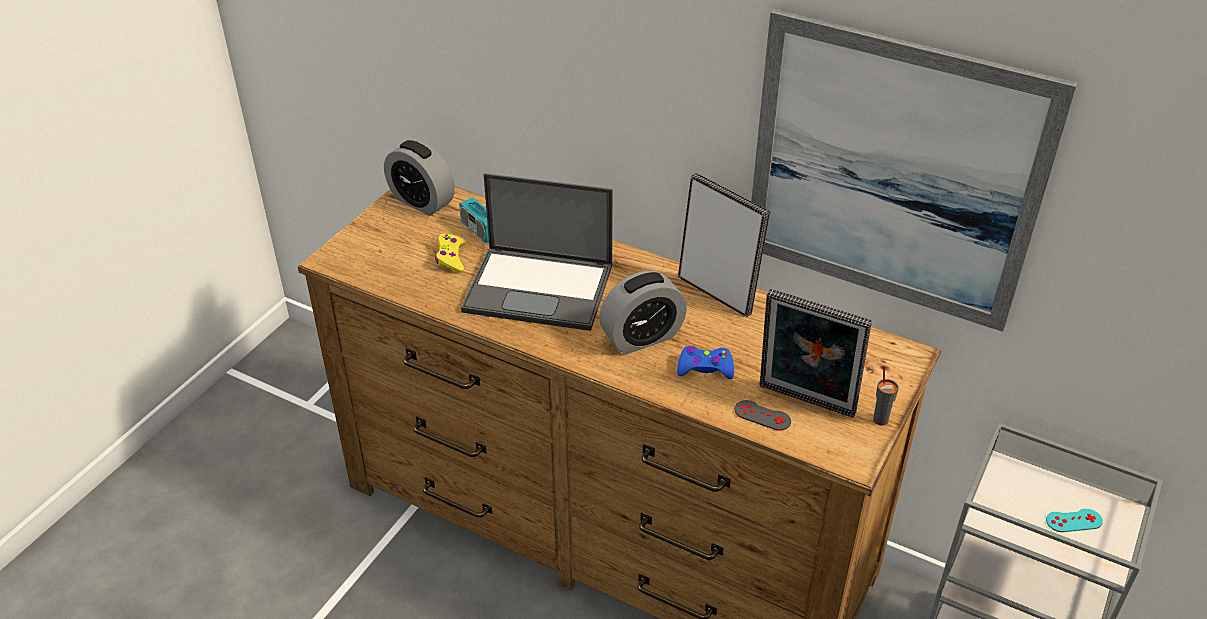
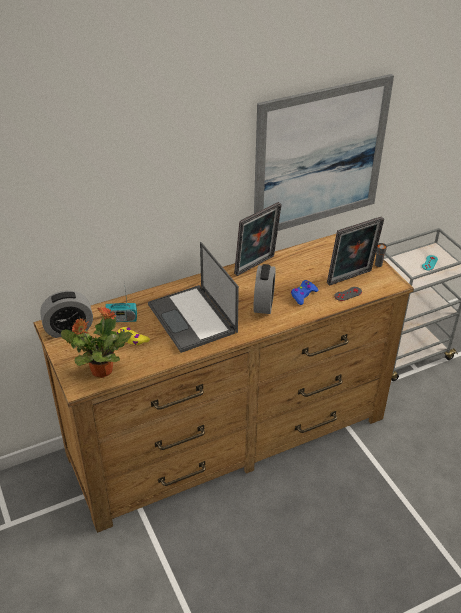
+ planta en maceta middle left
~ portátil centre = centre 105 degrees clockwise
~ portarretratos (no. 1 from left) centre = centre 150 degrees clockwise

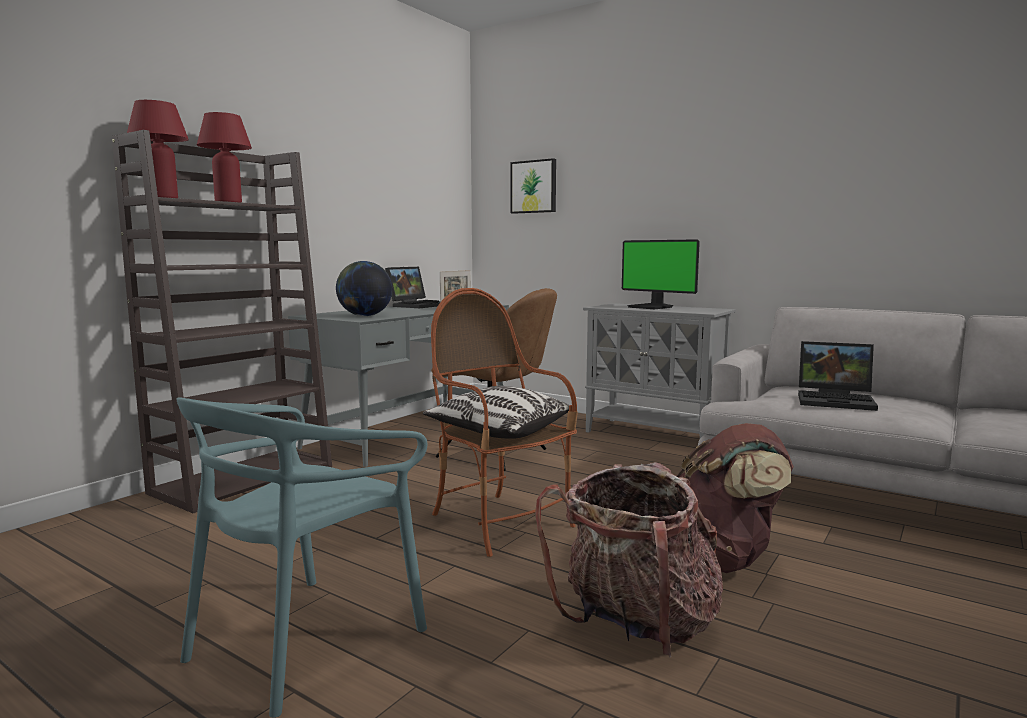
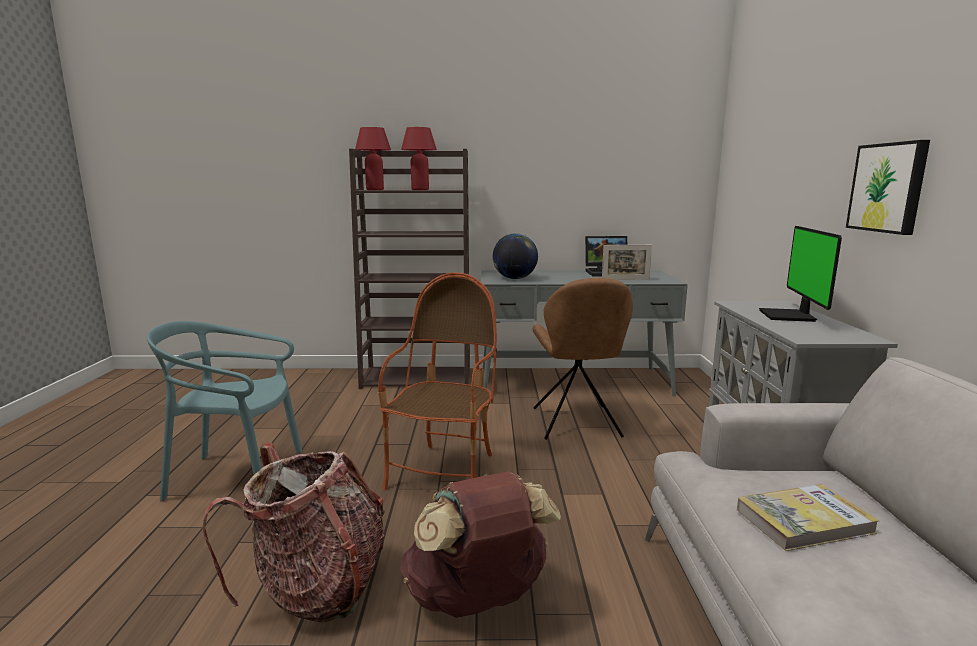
~ portátil (no. 2 from left) middle right to libro bottom right
~ cuadro top centre to top right
- cojín centre

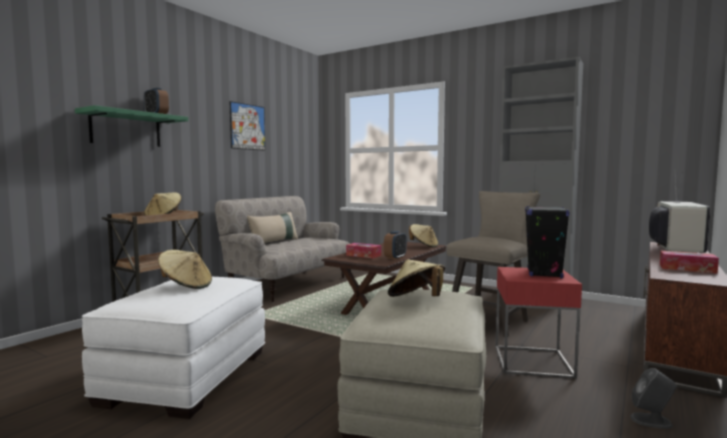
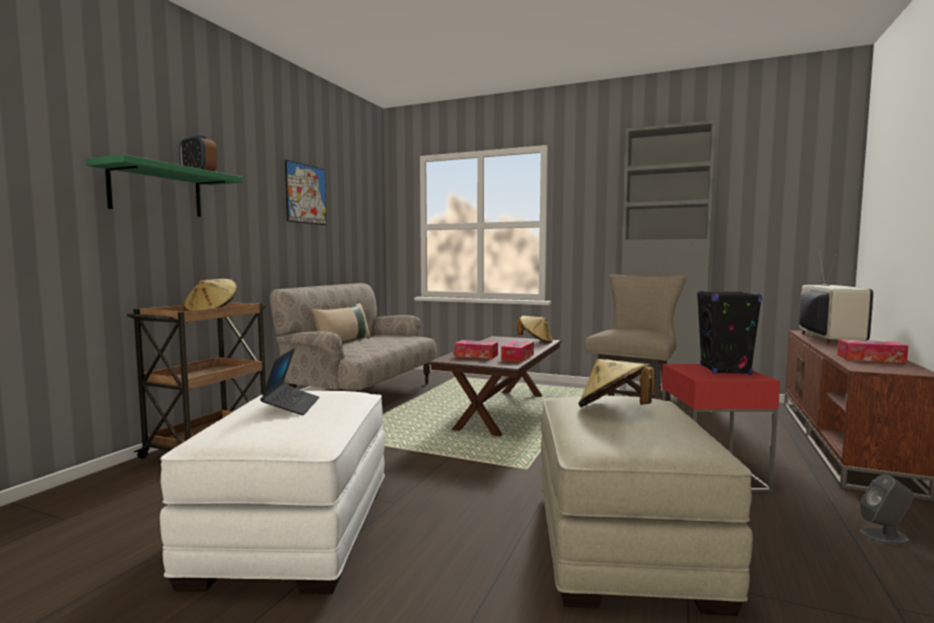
~ sombrero [beis] (no. 2 from left) middle left to portátil middle left
~ despertador (no. 2 from left) centre to caja de pañuelos (no. 2 from left) centre

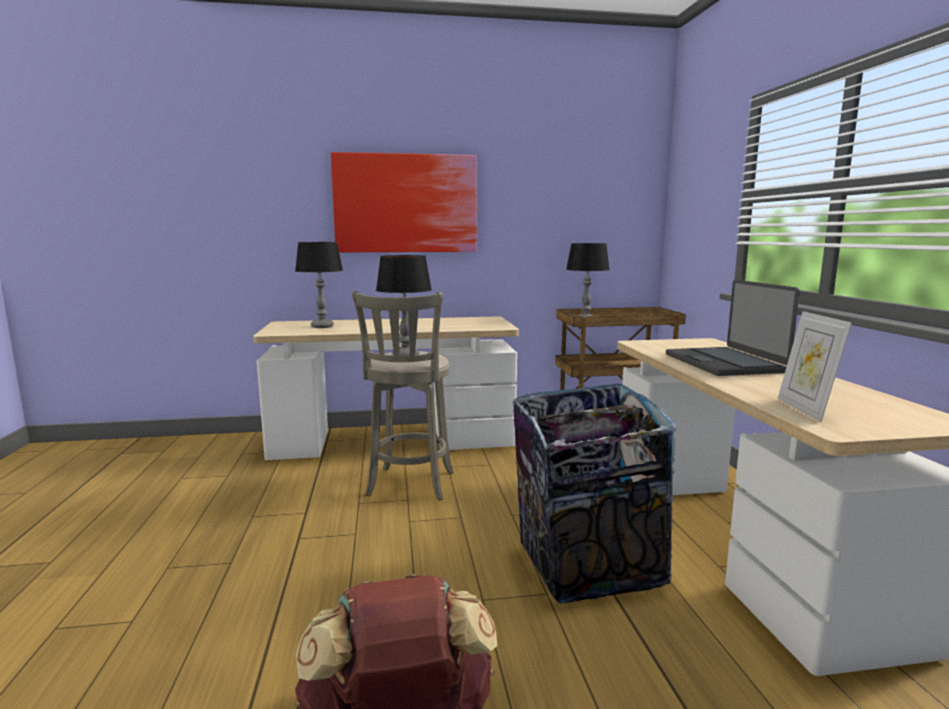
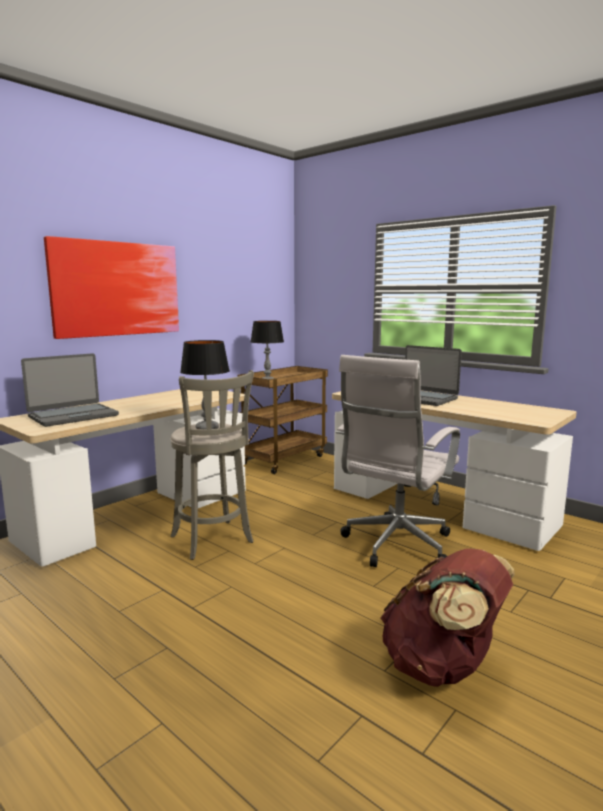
~ lámpara de mesa (no. 1 from left) centre to portátil (no. 1 from left) middle left
~ papelera bottom centre to silla de oficina [blanco] centre
- portarretratos middle right

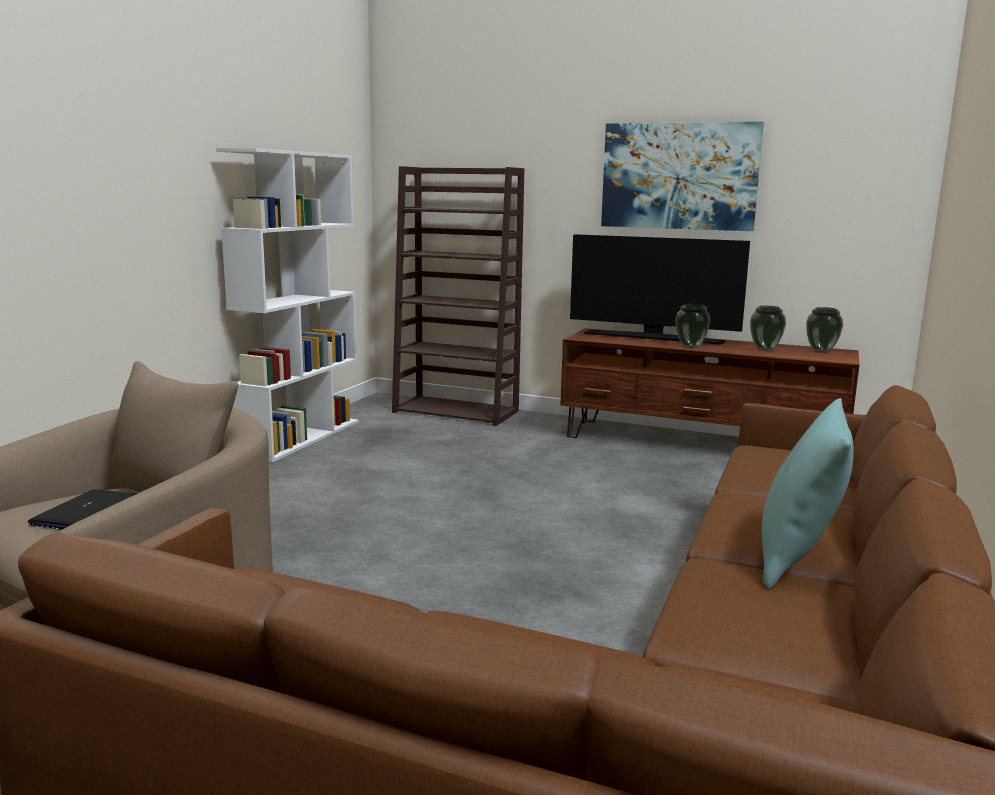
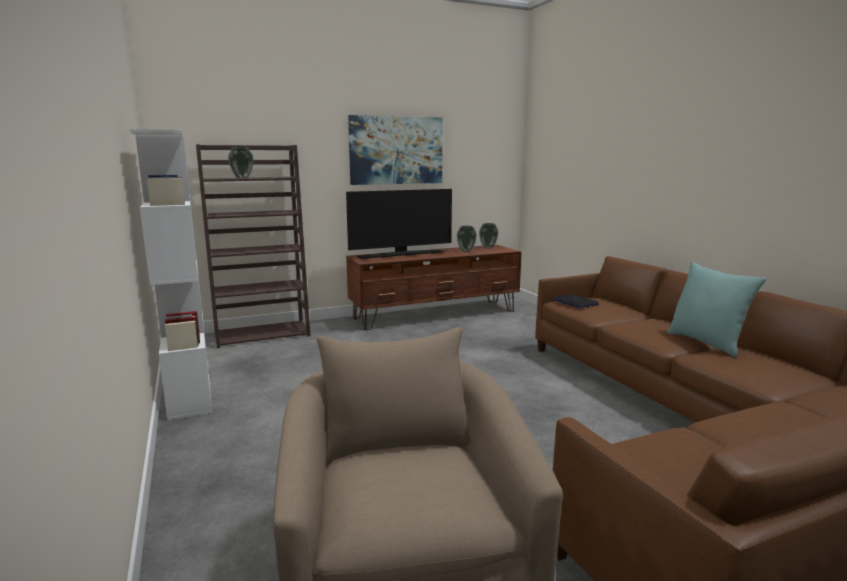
~ florero (no. 1 from left) middle right to top left
~ portátil middle left to middle right

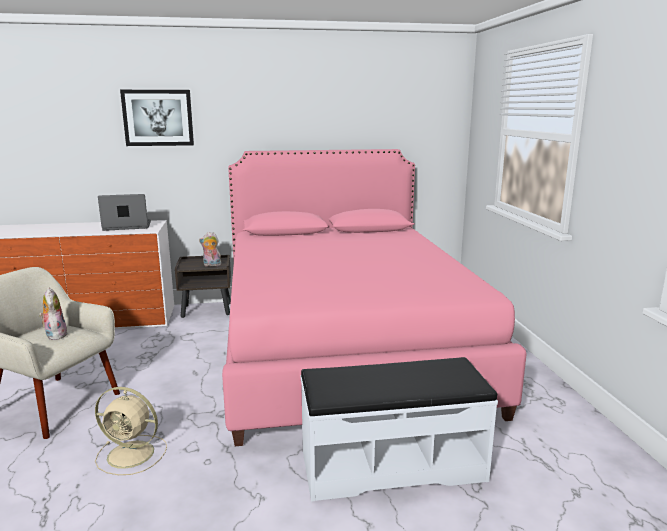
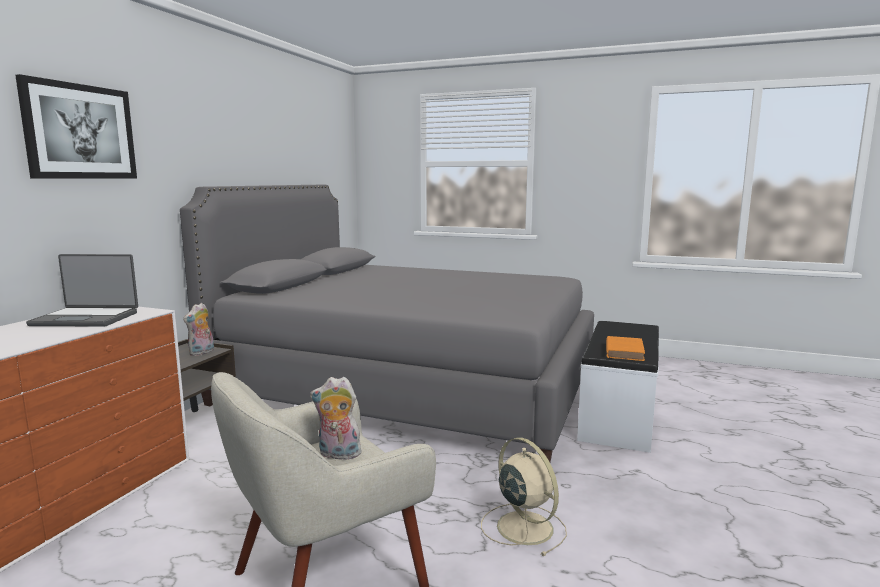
~ portátil middle left = middle left 105 degrees counterclockwise
~ cama [rosa] centre to cama [gris] centre
~ ventilador [beis] bottom left = bottom centre 75 degrees counterclockwise
+ libro [naranja] middle right

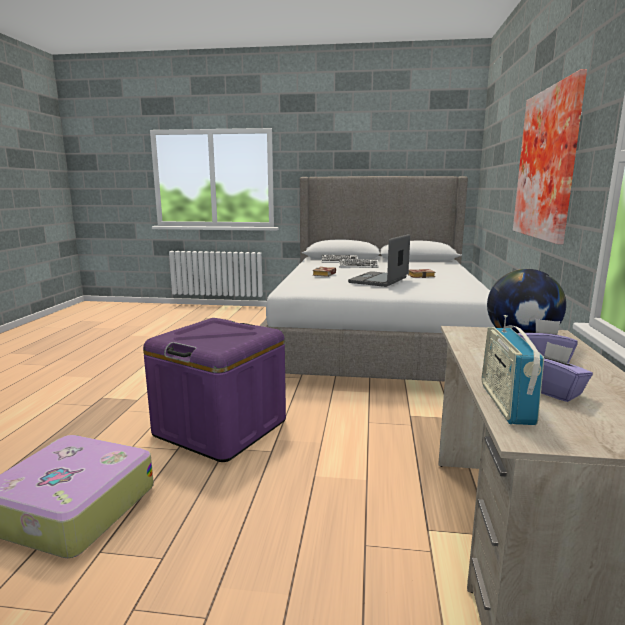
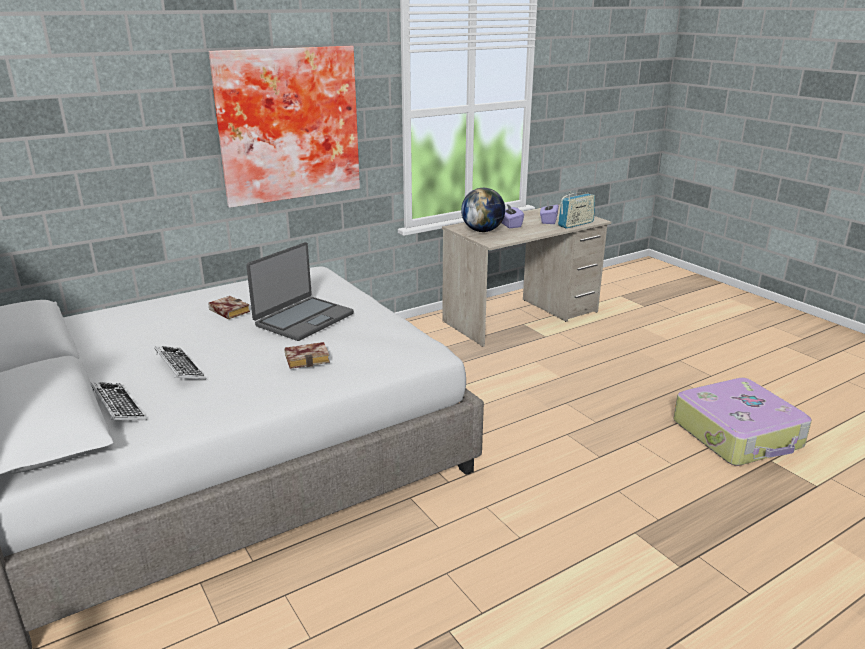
~ portátil centre = centre 45 degrees counterclockwise
- caja de almacenaje [morado] centre

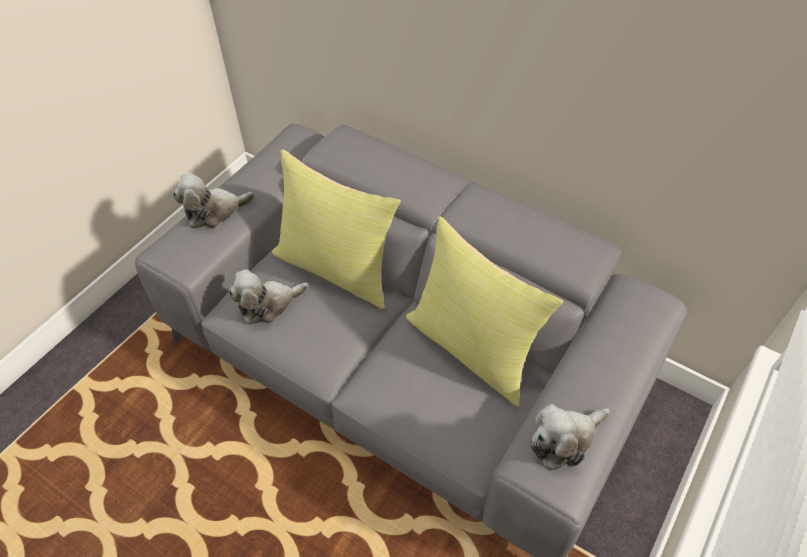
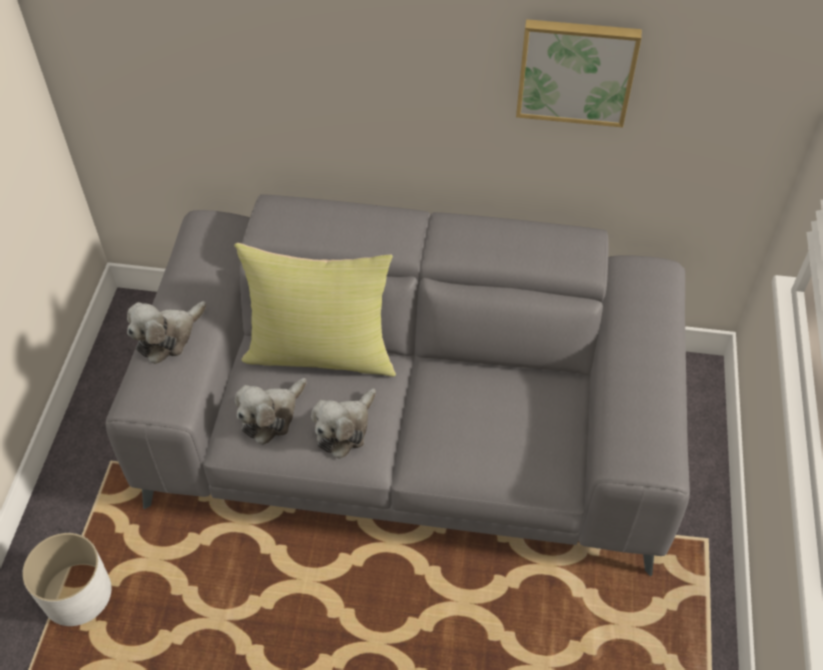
+ maceta [blanco] bottom left
~ peluche (no. 3 from left) bottom right to centre
+ cuadro top right
- cojín [amarillo] (no. 2 from left) centre

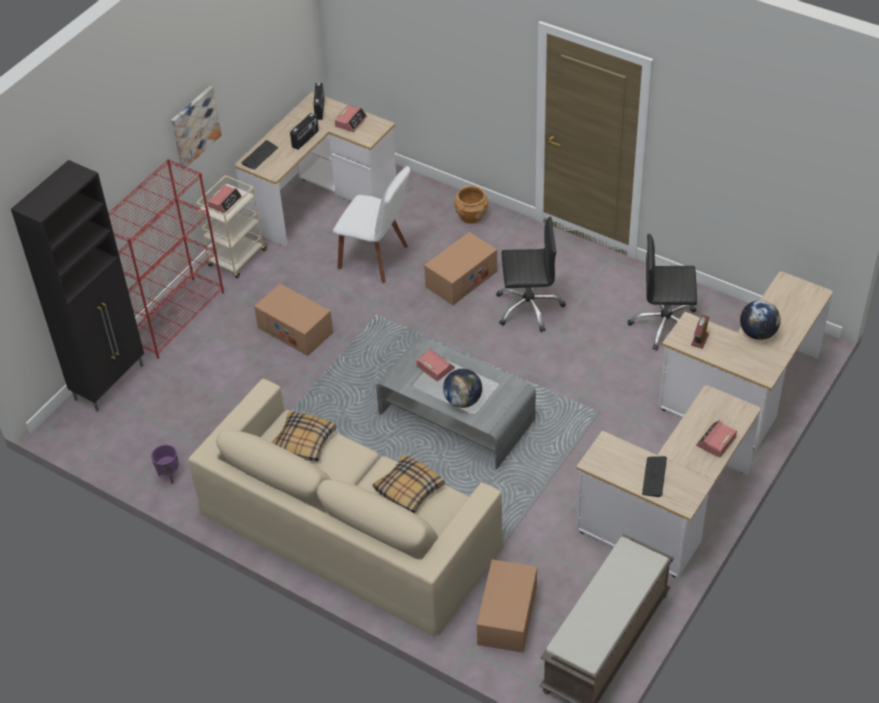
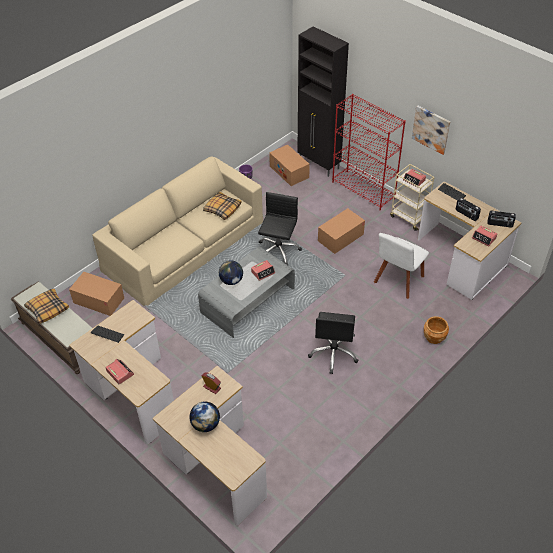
~ cojín (no. 2 from left in the first image) bottom centre to cojín (no. 1 from left) middle left
~ silla de oficina [negro] (no. 2 from left in the first image) middle right to silla de oficina [negro] (no. 1 from left) centre
~ caja de cartón (no. 2 from left) centre to top centre

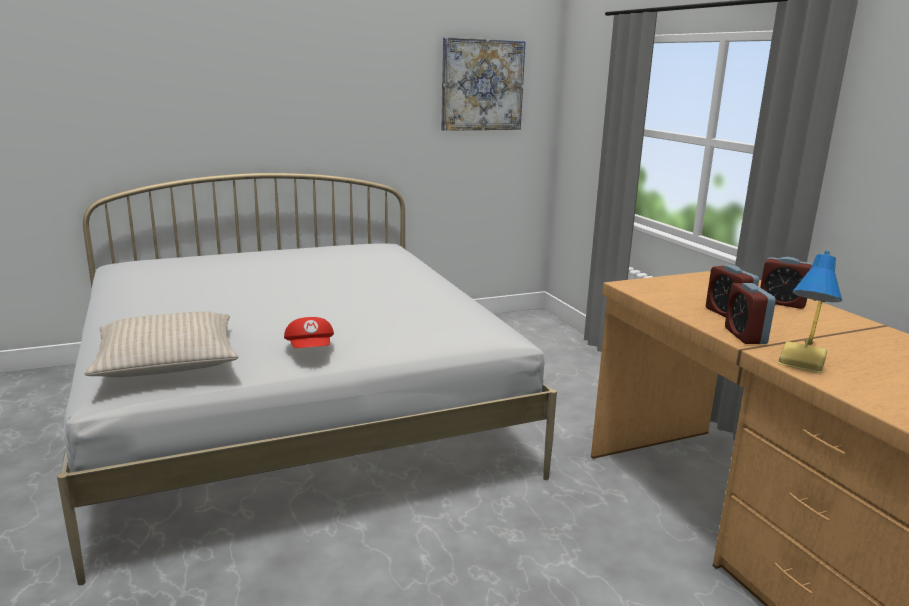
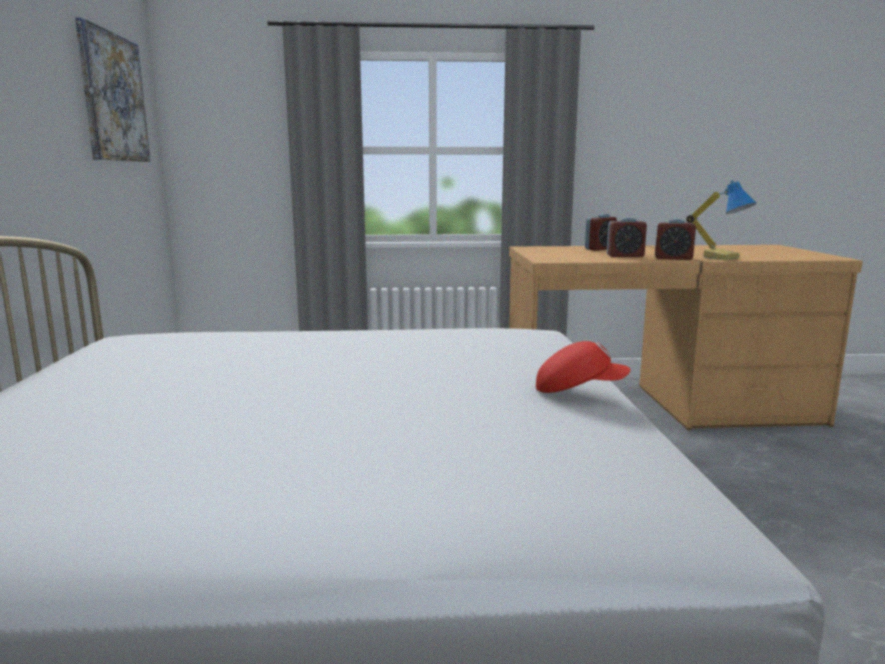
- cojín [beis] middle left

